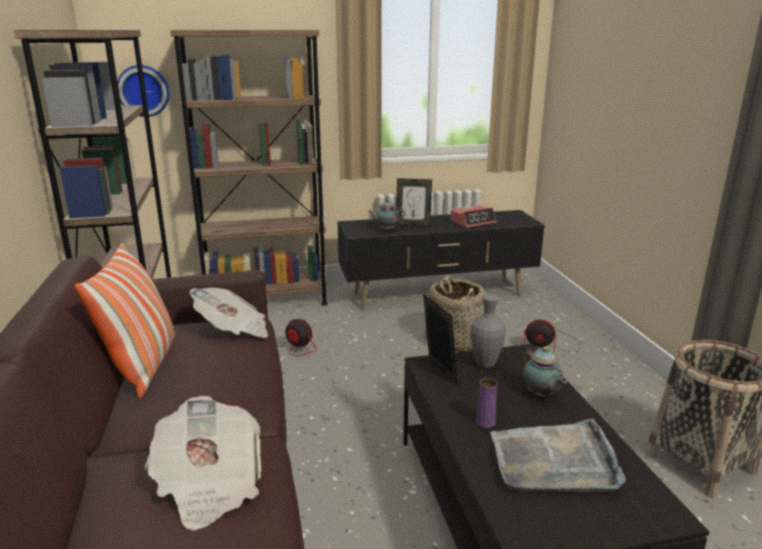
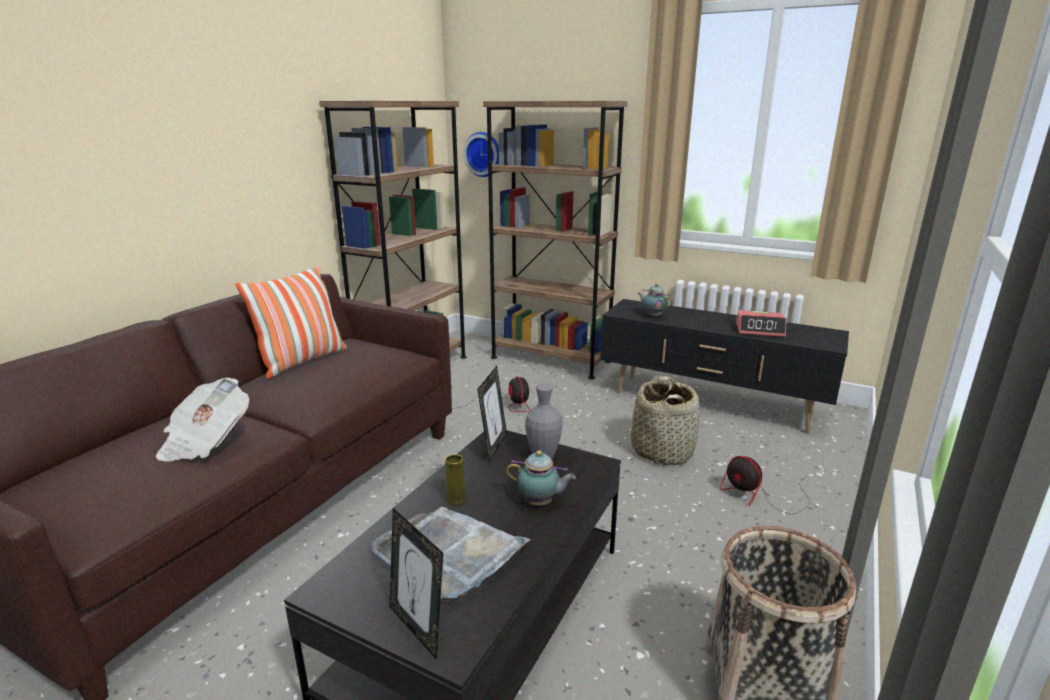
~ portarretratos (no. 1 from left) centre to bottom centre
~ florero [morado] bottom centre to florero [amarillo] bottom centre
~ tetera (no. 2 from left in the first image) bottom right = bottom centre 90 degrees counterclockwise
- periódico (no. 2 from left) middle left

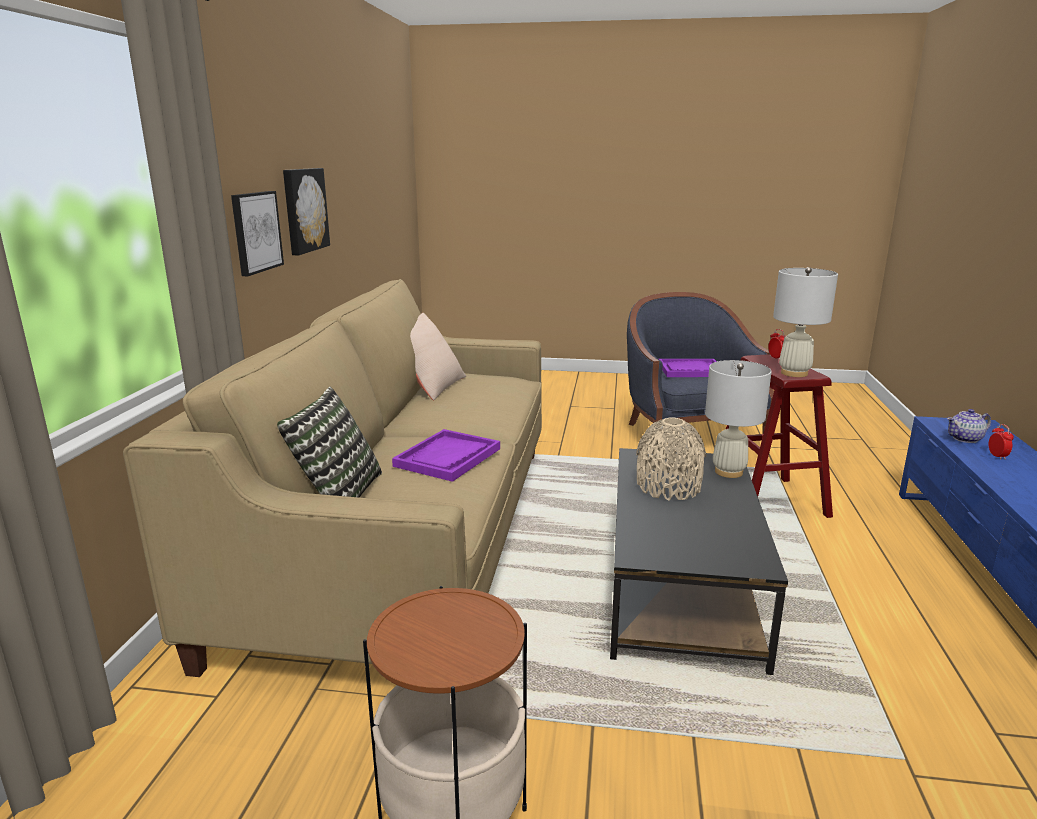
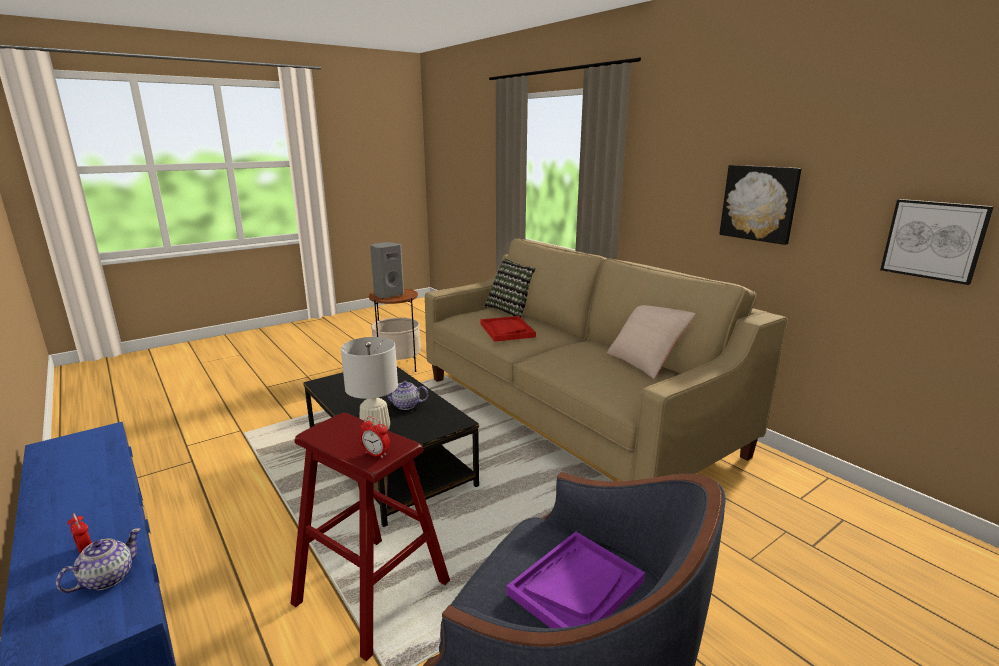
+ altavoz [gris] centre
~ florero [beis] centre to tetera (no. 2 from left) centre
~ bandeja [morado] (no. 1 from left) centre to bandeja [rojo] centre
~ cuadro (no. 1 from left in the first image) top left to cuadro (no. 2 from left) middle right
- lámpara de mesa [blanco] (no. 2 from left) middle right

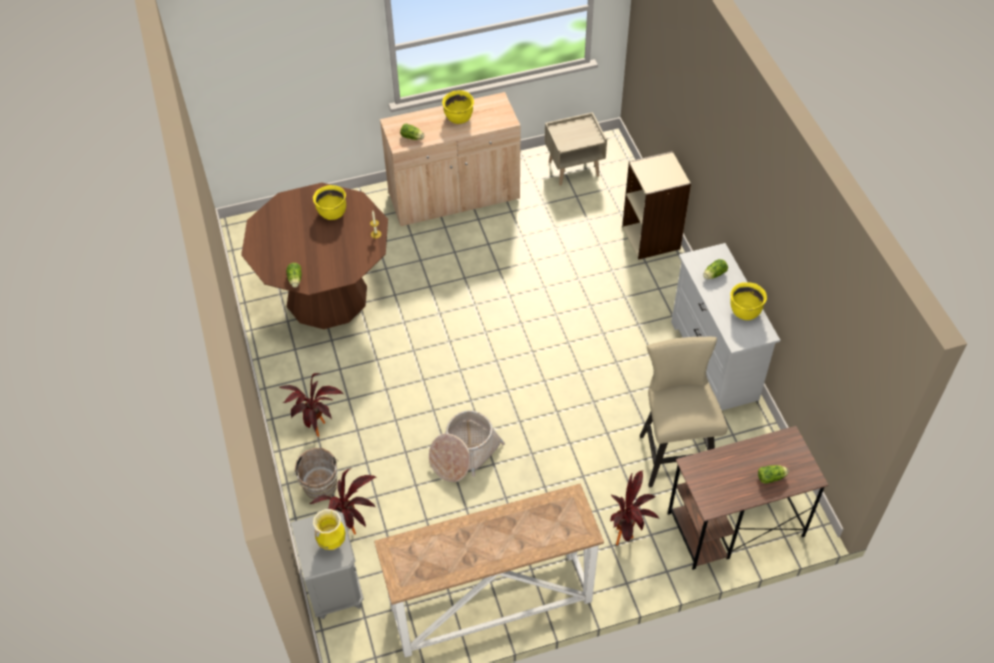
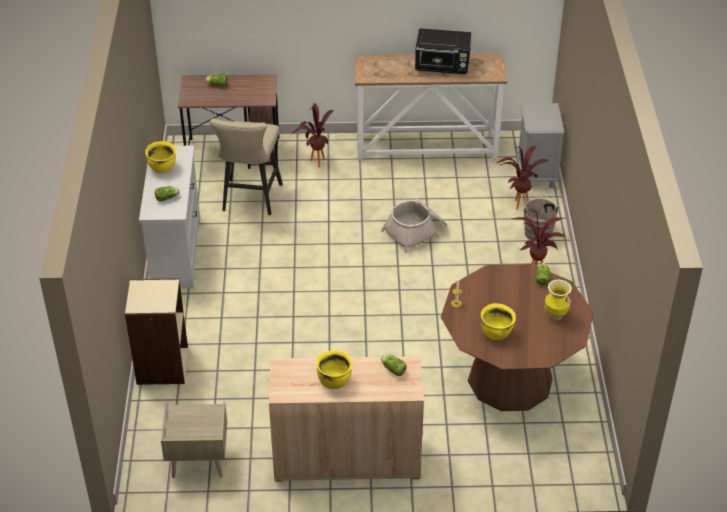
+ microondas [negro] top centre
~ florero bottom left to middle right

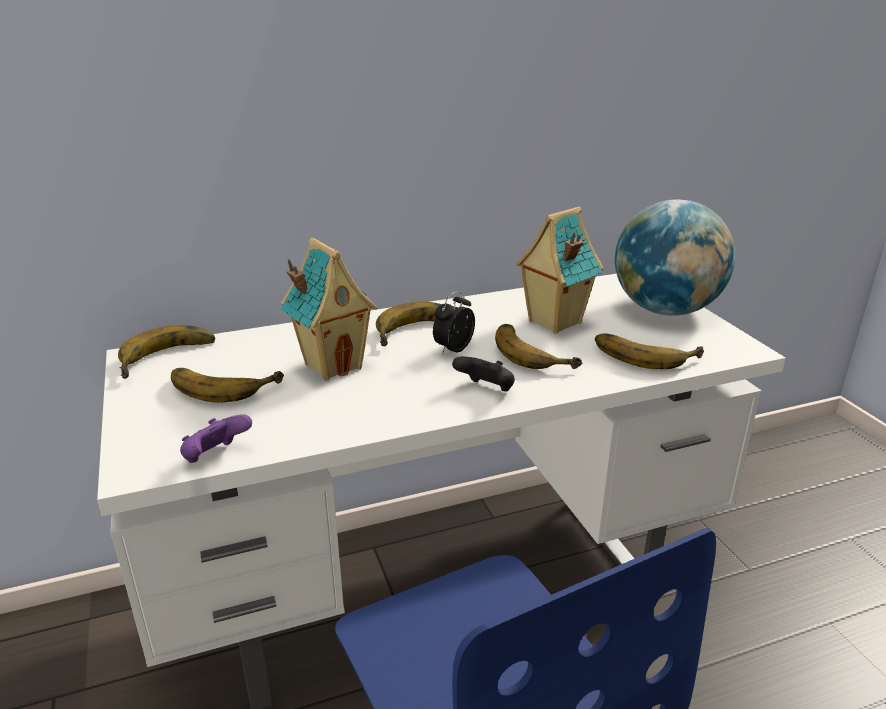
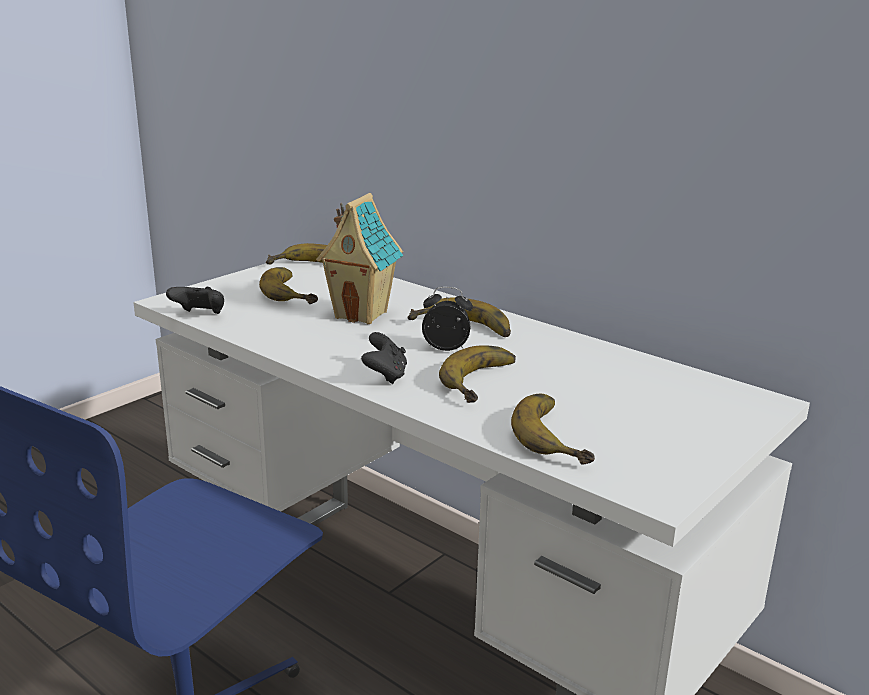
~ mando de consola [morado] middle left to mando de consola [negro] (no. 1 from left) middle left
- casita (no. 2 from left) centre
- globo terráqueo middle right

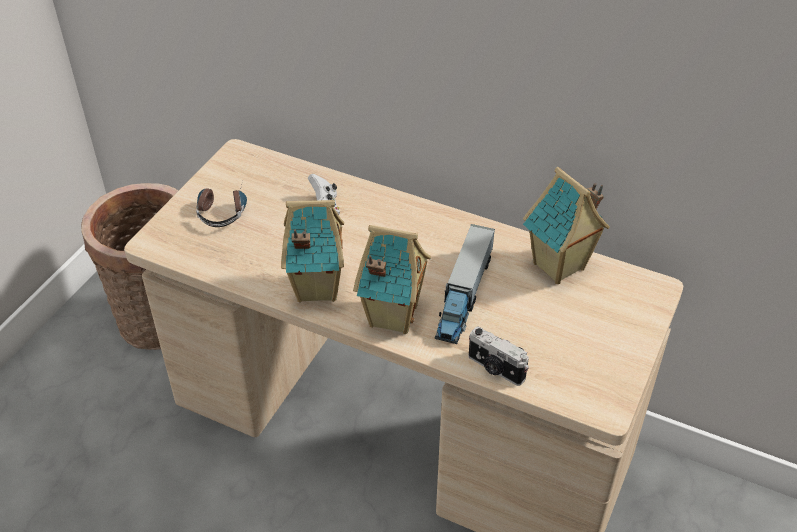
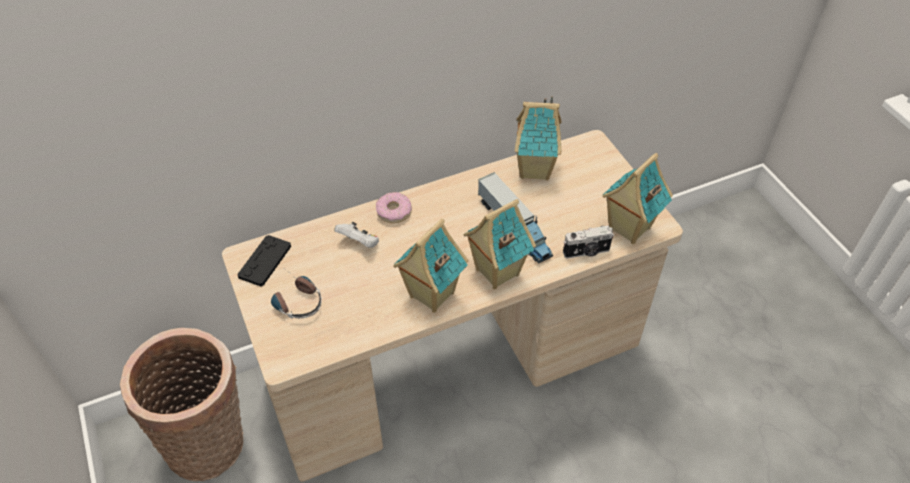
+ mando de consola [negro] middle left
+ rosquilla centre
+ casita (no. 4 from left) middle right

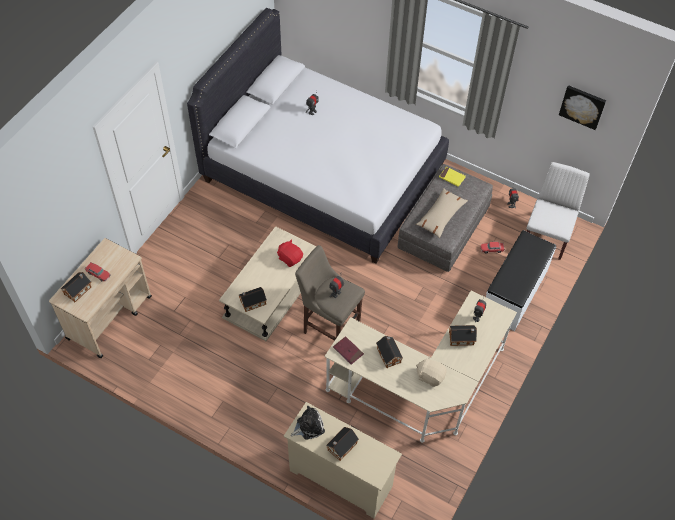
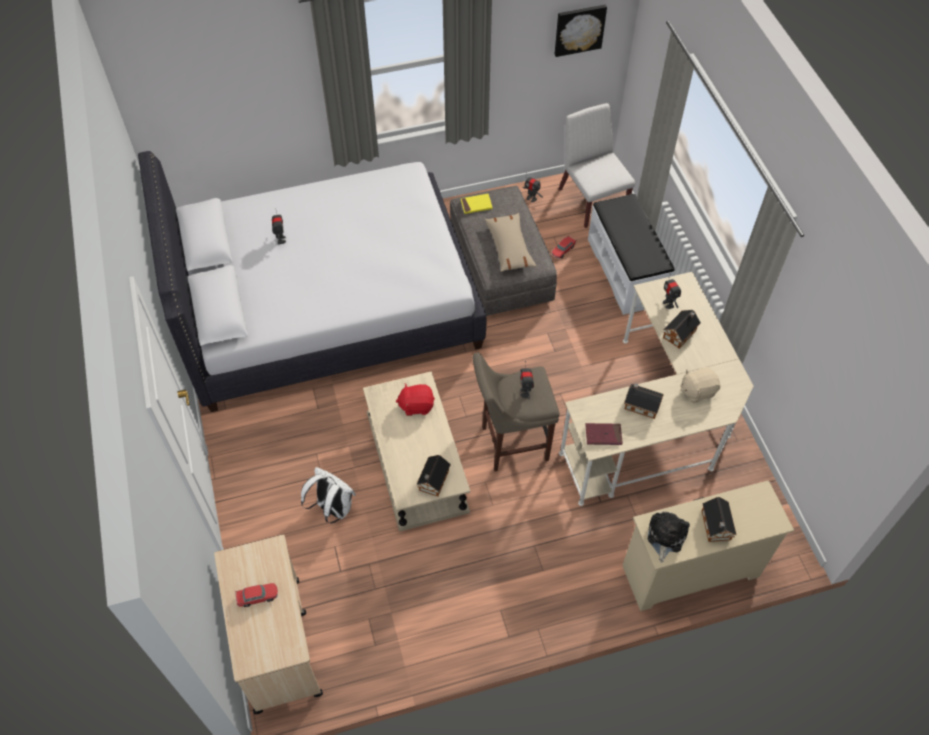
+ mochila [blanco] bottom centre
- casita (no. 1 from left) middle left

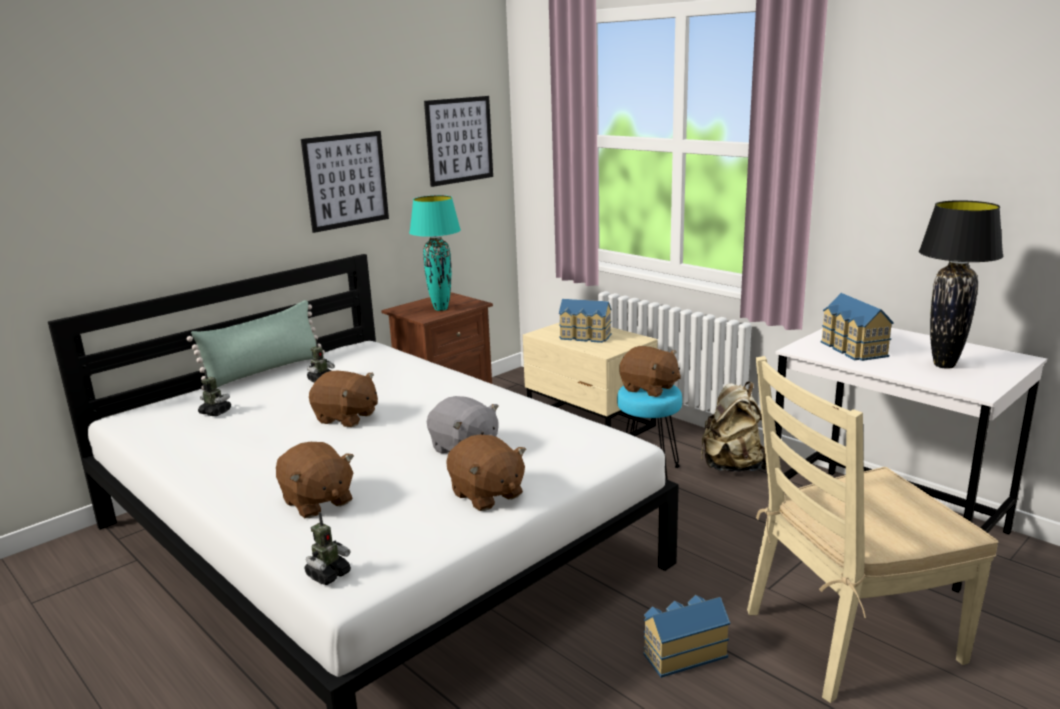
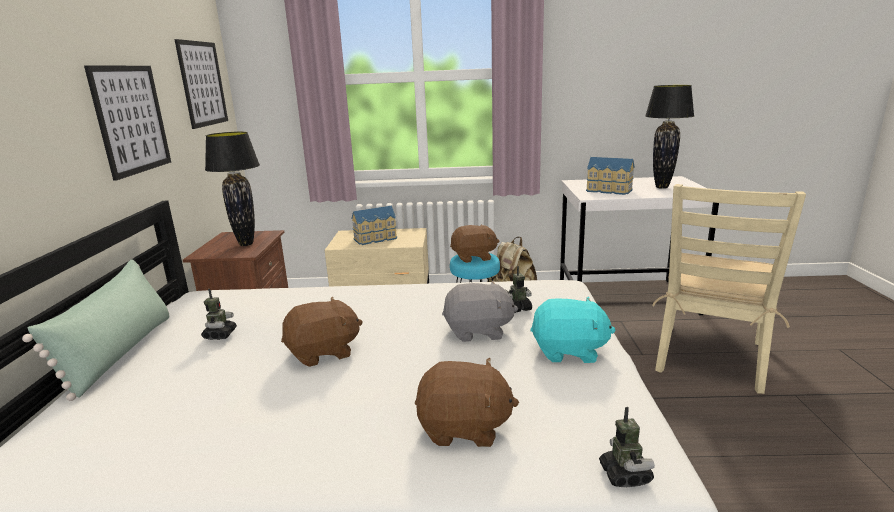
~ lámpara de mesa [turquesa] centre to lámpara de mesa [negro] (no. 1 from left) middle left
~ robot de juguete (no. 1 from left in the first image) middle left to robot de juguete (no. 2 from left) centre
~ peluche [marrón] (no. 3 from left) bottom centre to peluche [turquesa] centre
- casita (no. 2 from left) bottom centre

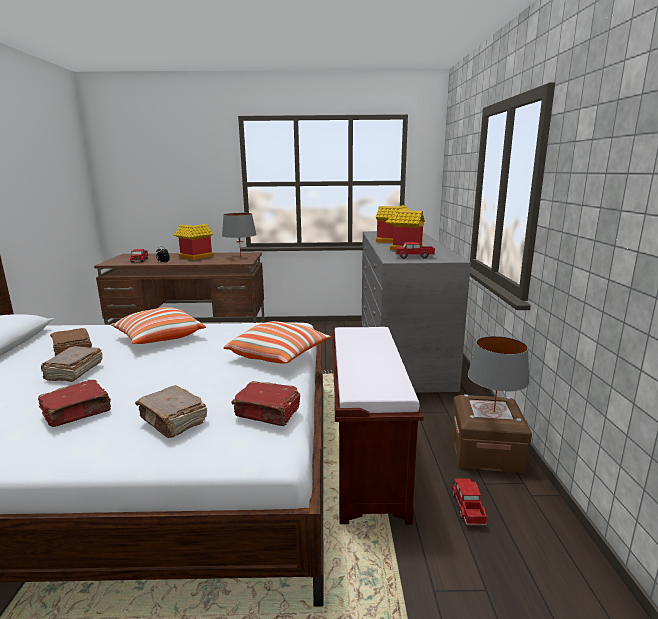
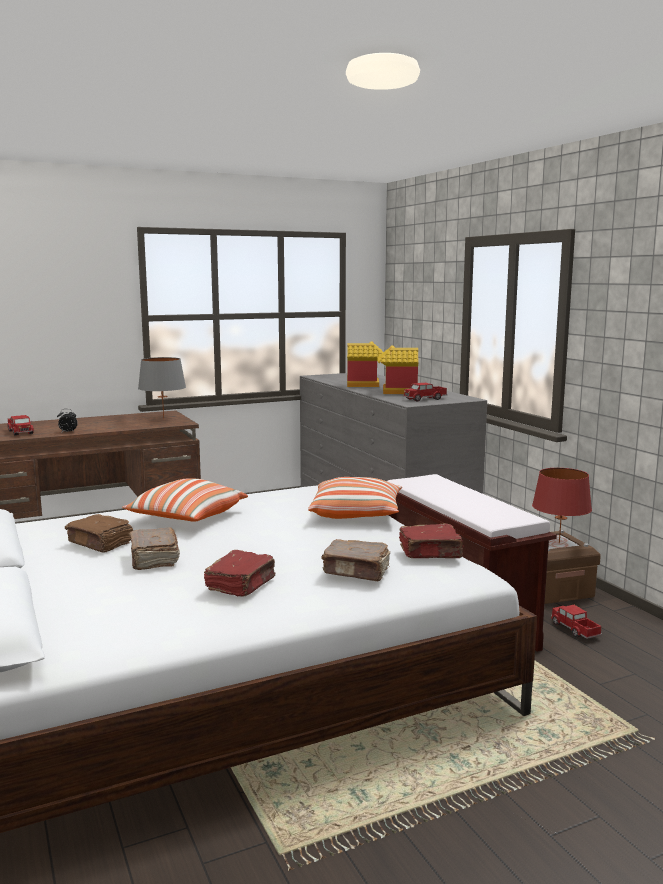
~ lámpara de mesa [gris] (no. 2 from left) middle right to lámpara de mesa [rojo] middle right
- casita (no. 1 from left) middle left

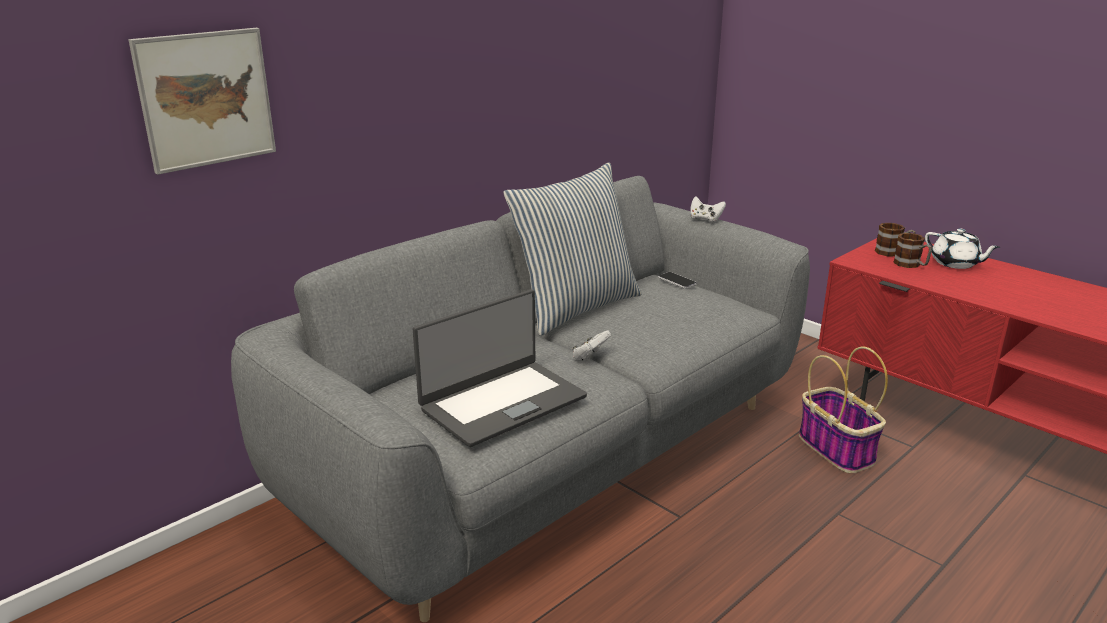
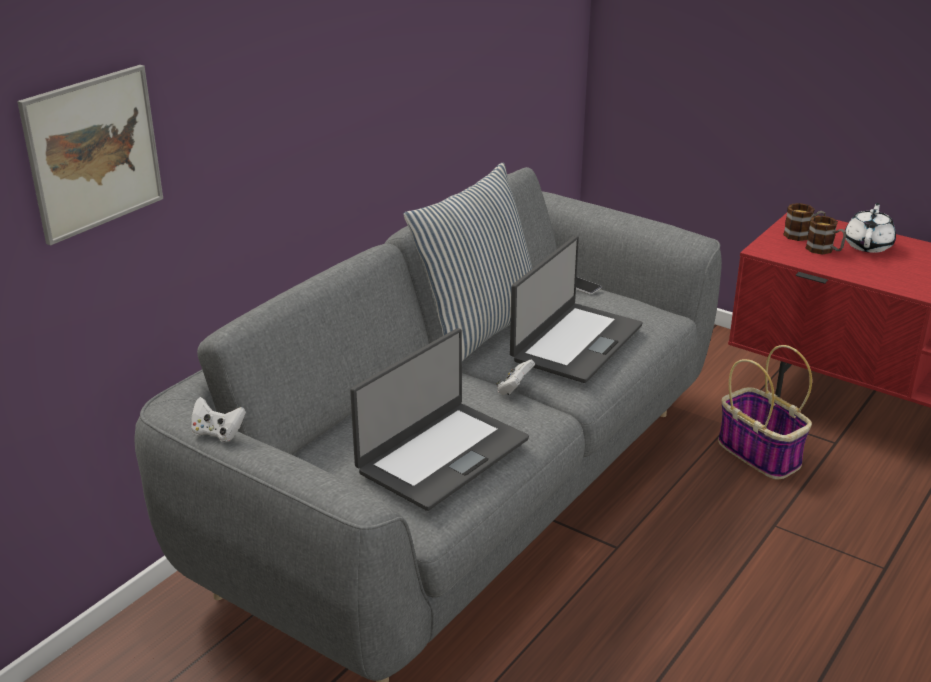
~ mando de consola [blanco] (no. 2 from left in the first image) centre to mando de consola [blanco] (no. 1 from left) middle left
+ portátil (no. 2 from left) centre
~ tetera [blanco] middle right = middle right 105 degrees counterclockwise

